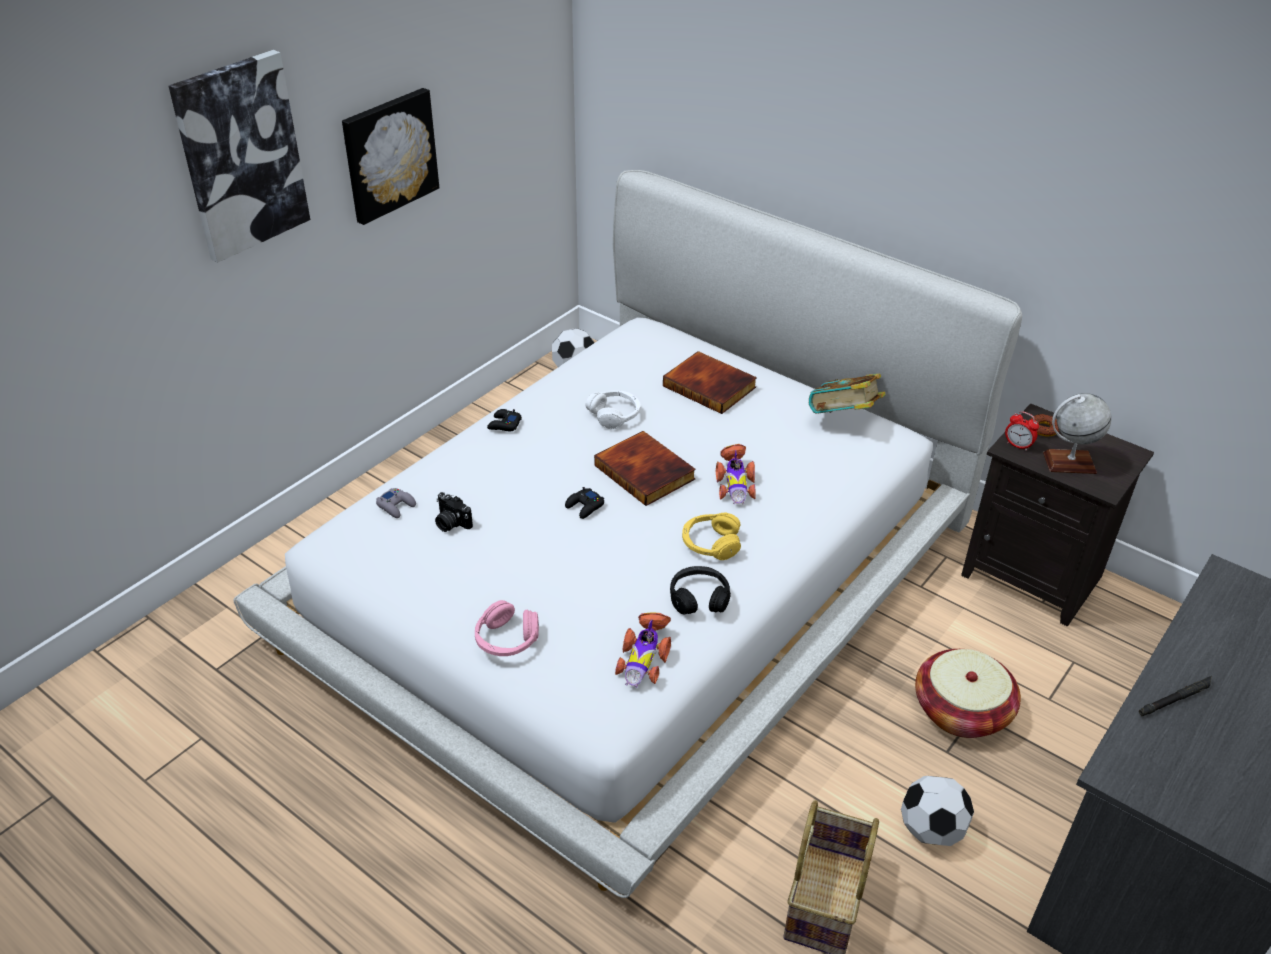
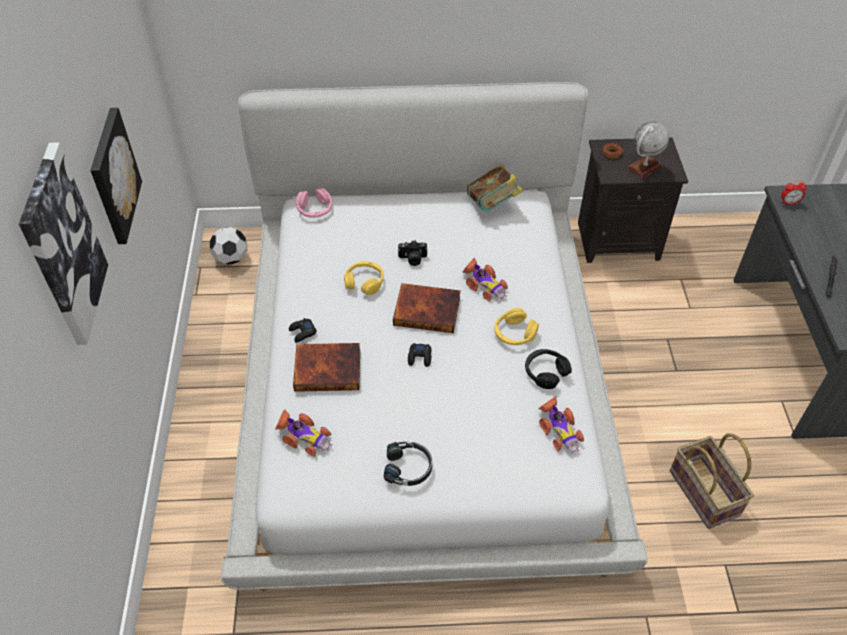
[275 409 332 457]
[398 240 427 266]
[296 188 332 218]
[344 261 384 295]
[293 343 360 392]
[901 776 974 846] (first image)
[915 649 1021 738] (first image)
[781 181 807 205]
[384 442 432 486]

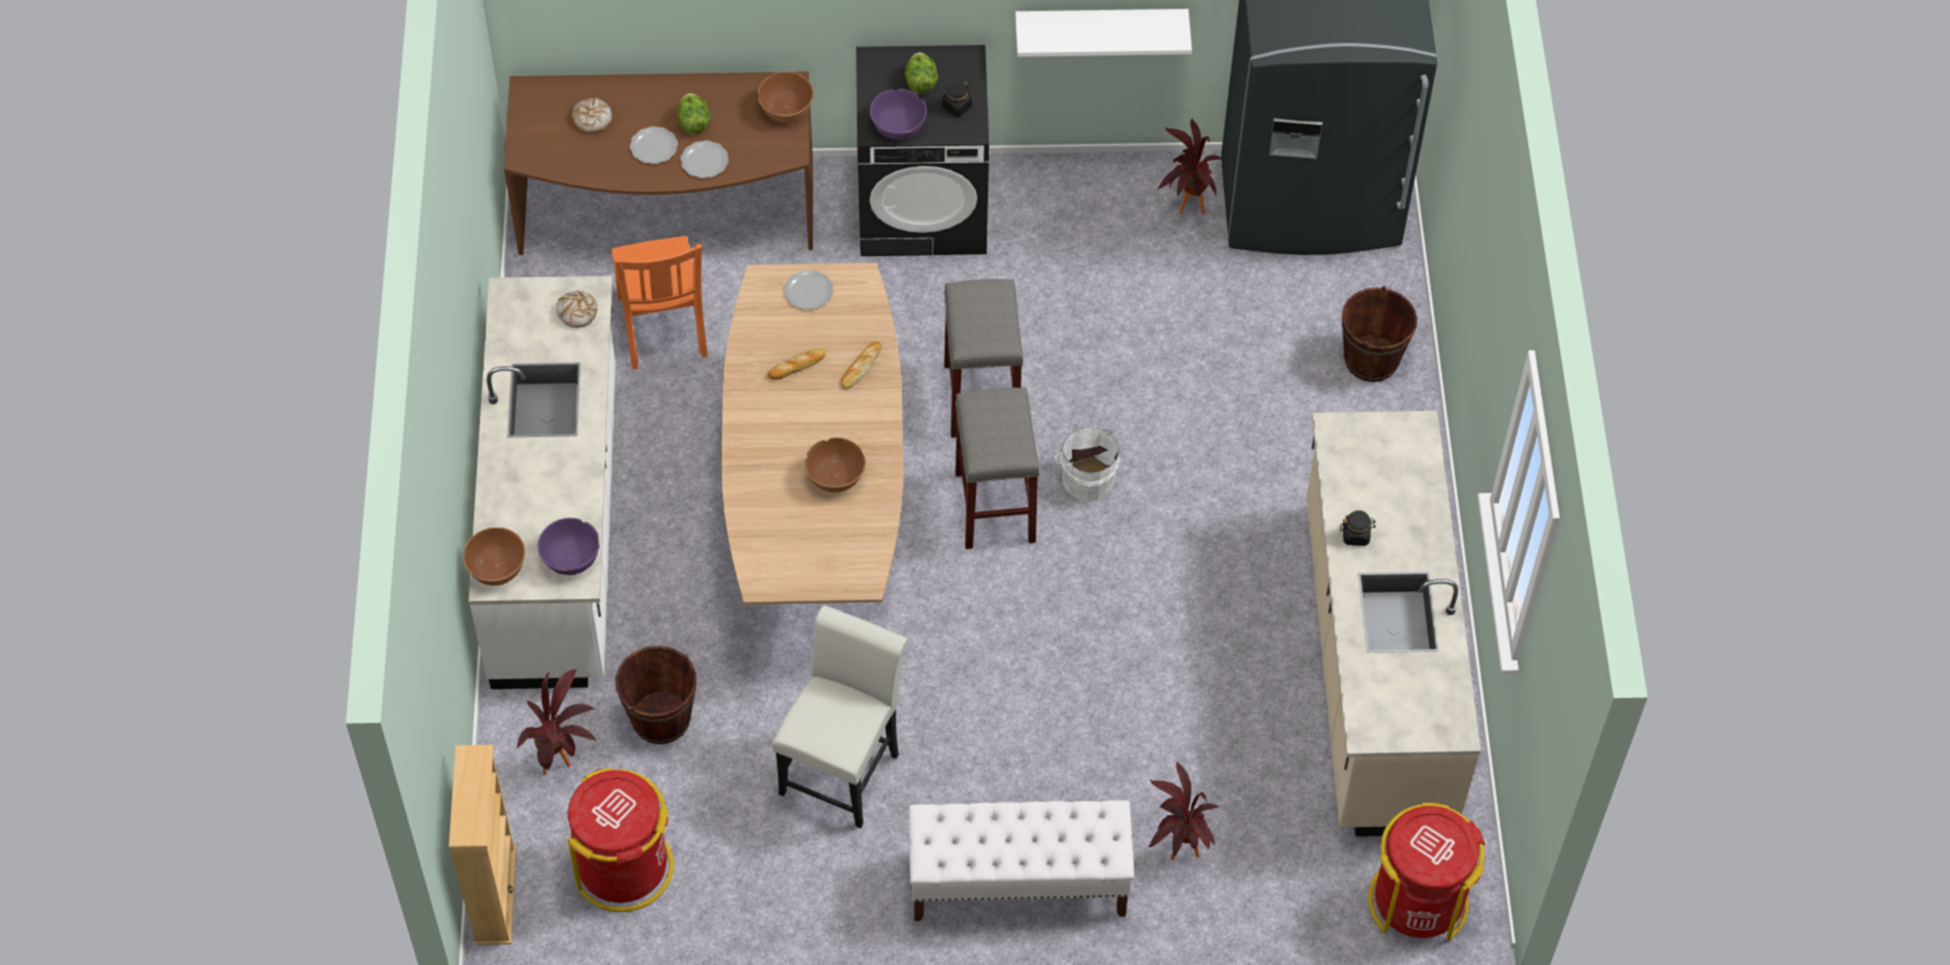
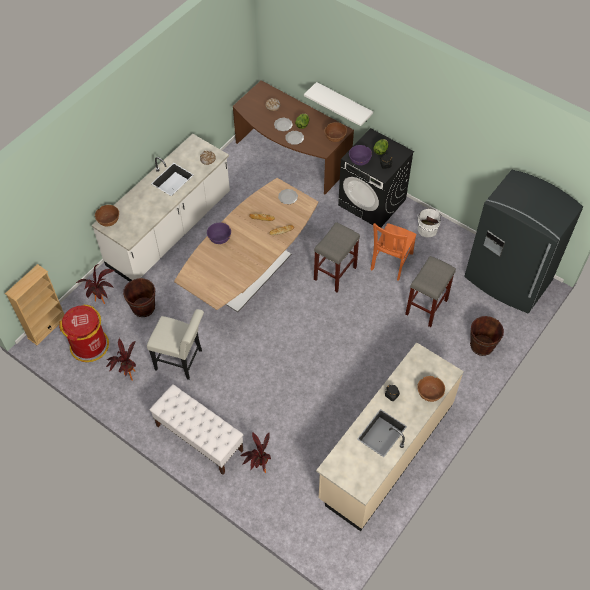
[207 223 231 244]
[370 223 416 281]
[147 309 204 380]
[417 376 445 402]
[405 256 456 327]
[304 82 373 126]
[417 208 442 238]
[106 338 136 381]
[1368 802 1485 940] (first image)

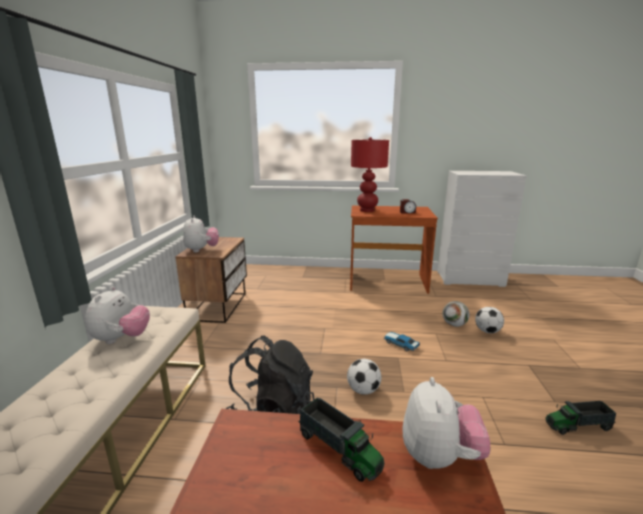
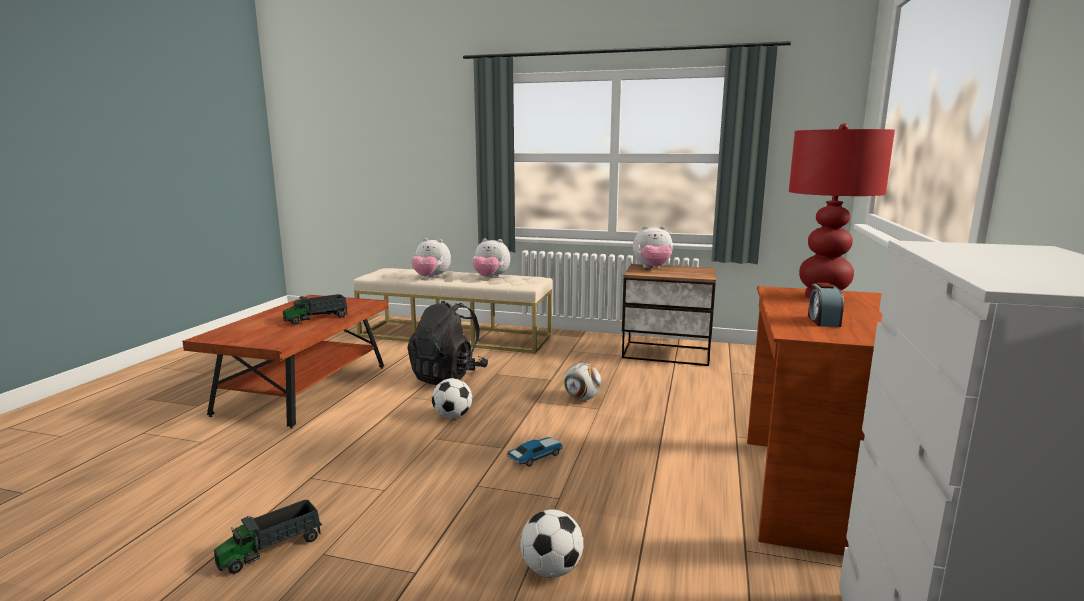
[411 238 451 278]
[564 363 601 400]
[214 500 322 574]

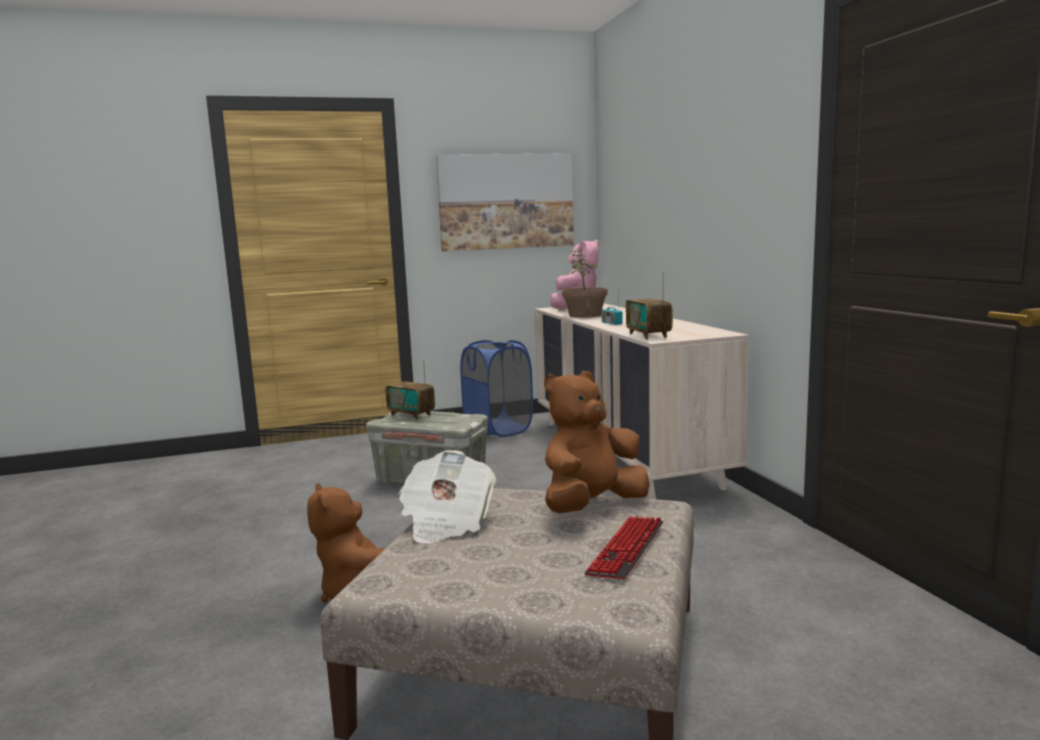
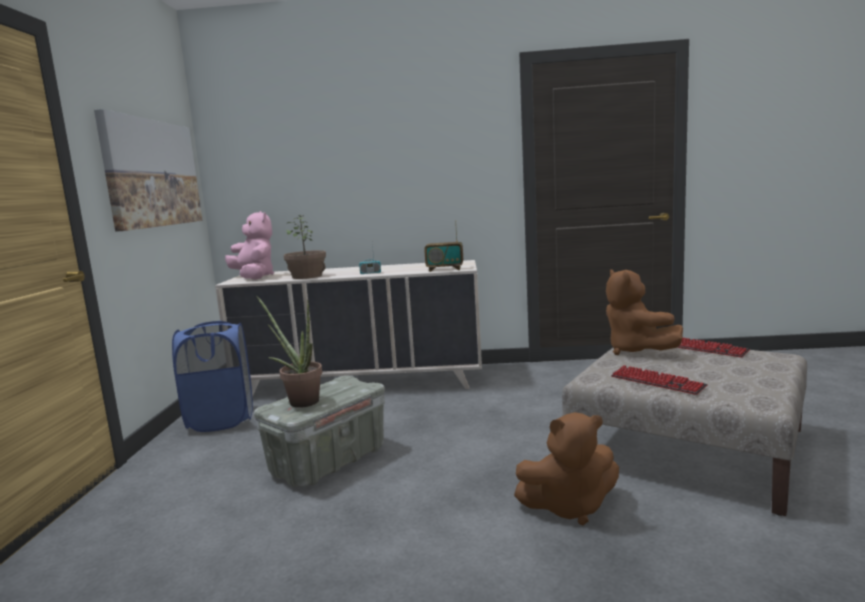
[256 295 322 408]
[611 365 708 395]

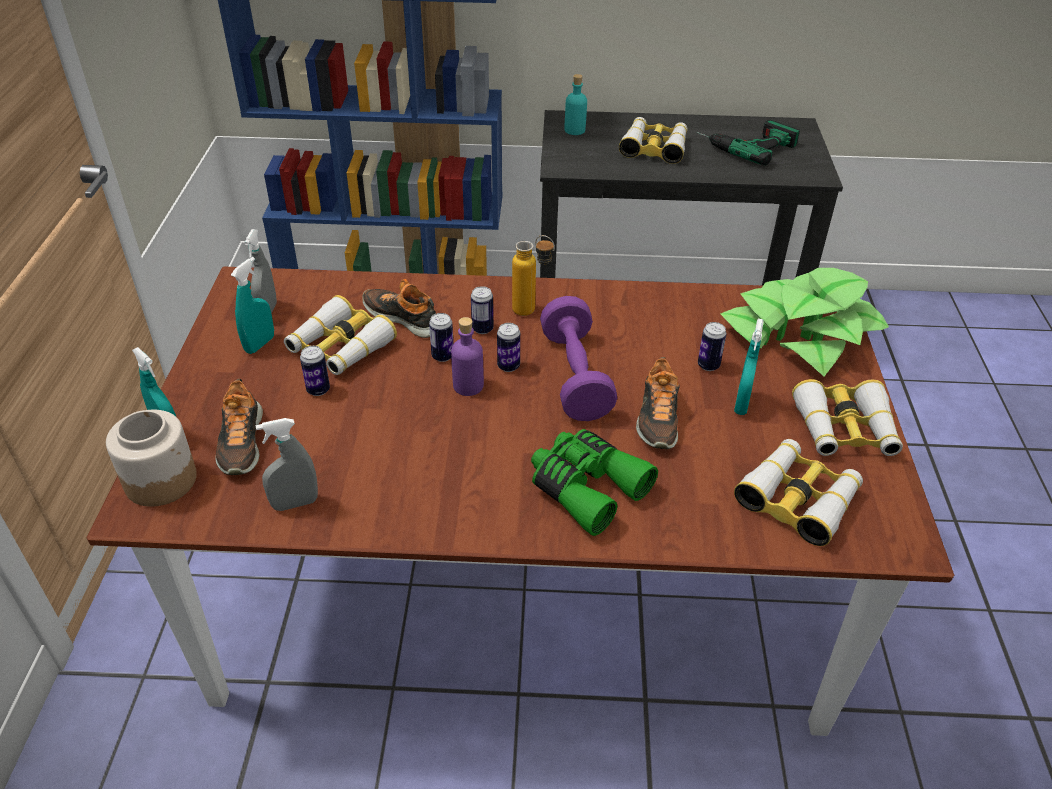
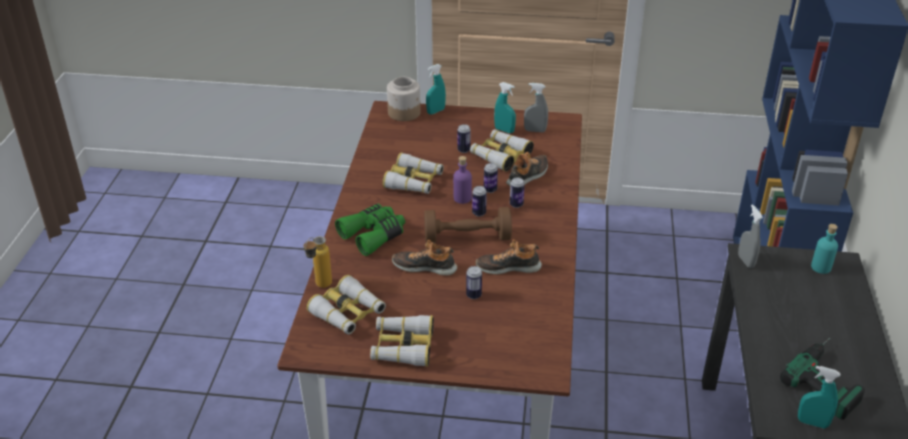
[476 239 542 274]
[738 204 763 268]
[304 236 332 288]
[424 207 512 243]
[383 152 444 194]
[721 268 889 376] (first image)
[798 366 841 429]

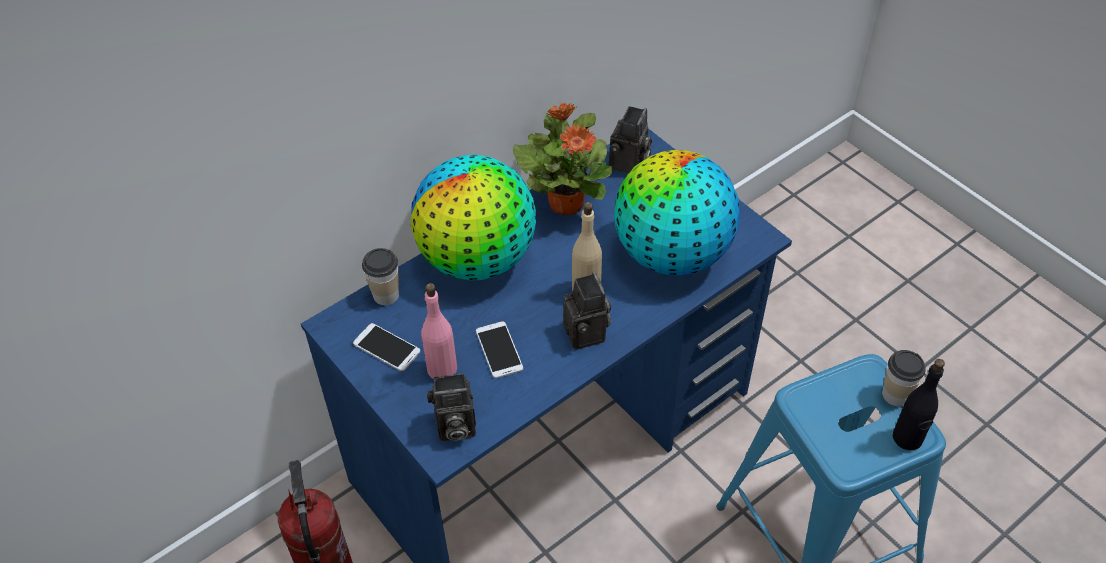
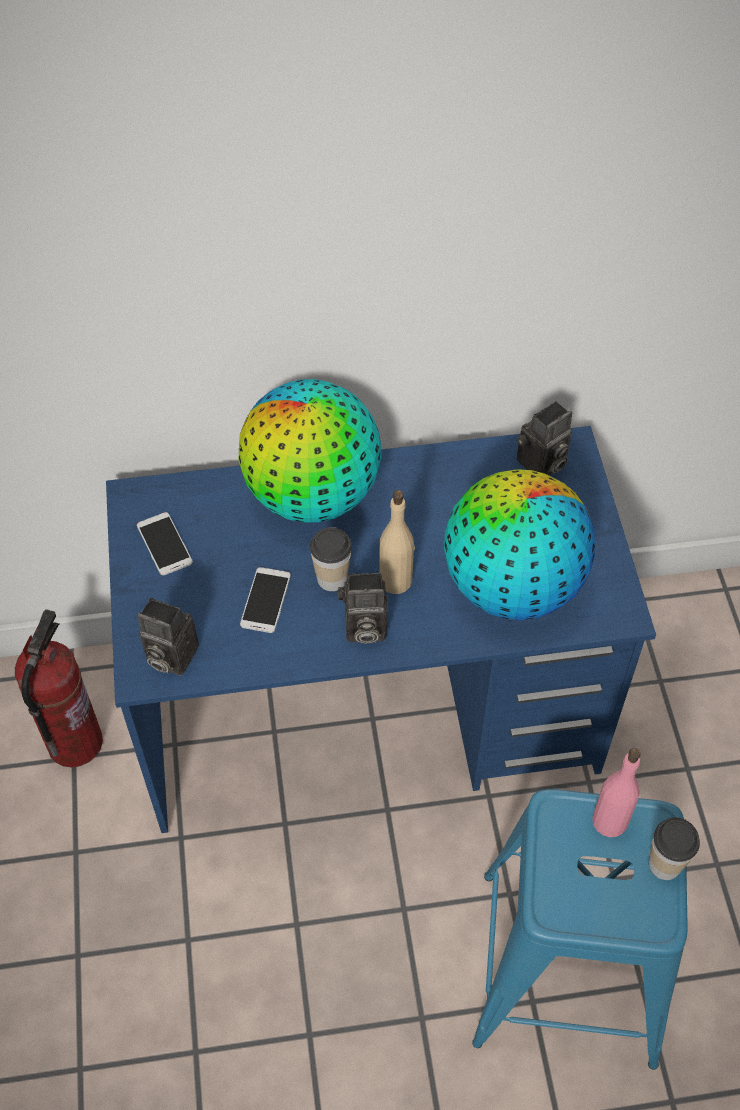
[310 527 352 591]
[592 748 641 837]
[513 103 612 215] (first image)
[338 573 388 643]
[893 359 945 450] (first image)

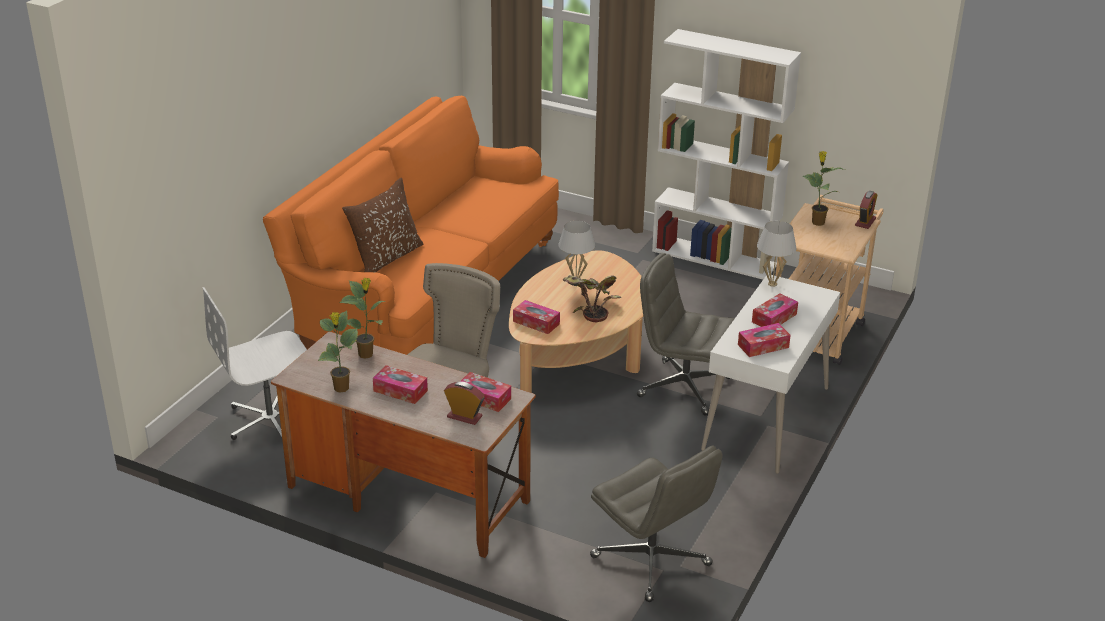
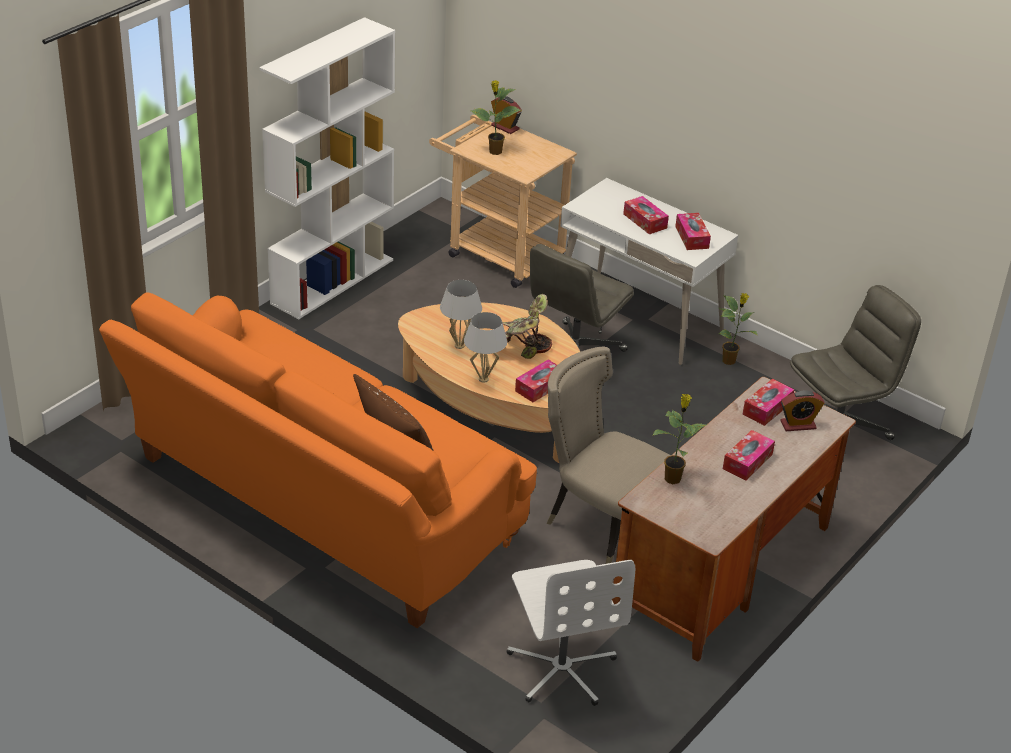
[719 293 758 365]
[780 390 825 431]
[464 312 507 383]

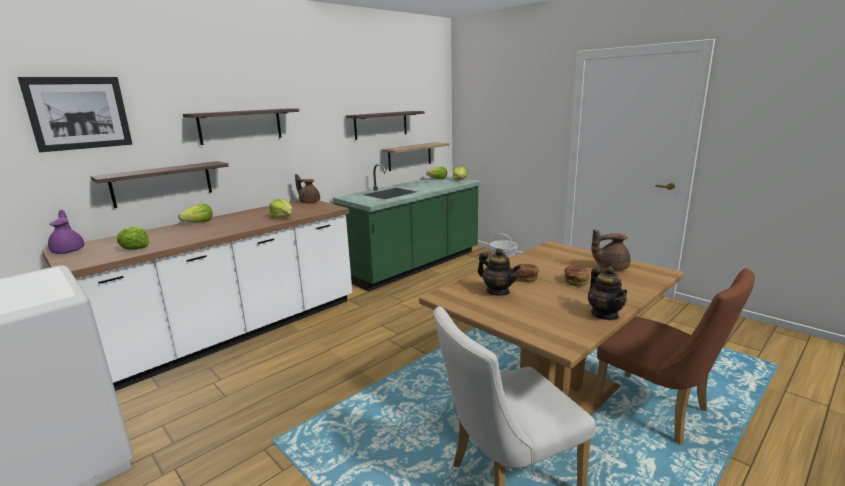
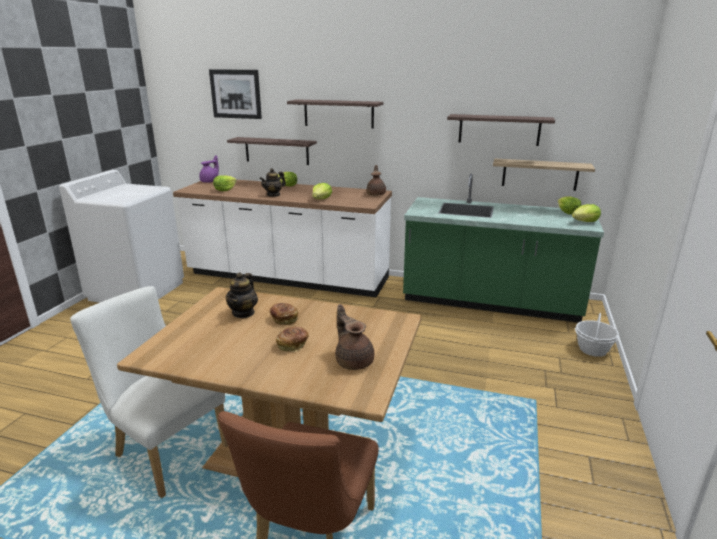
[259 168 286 197]

